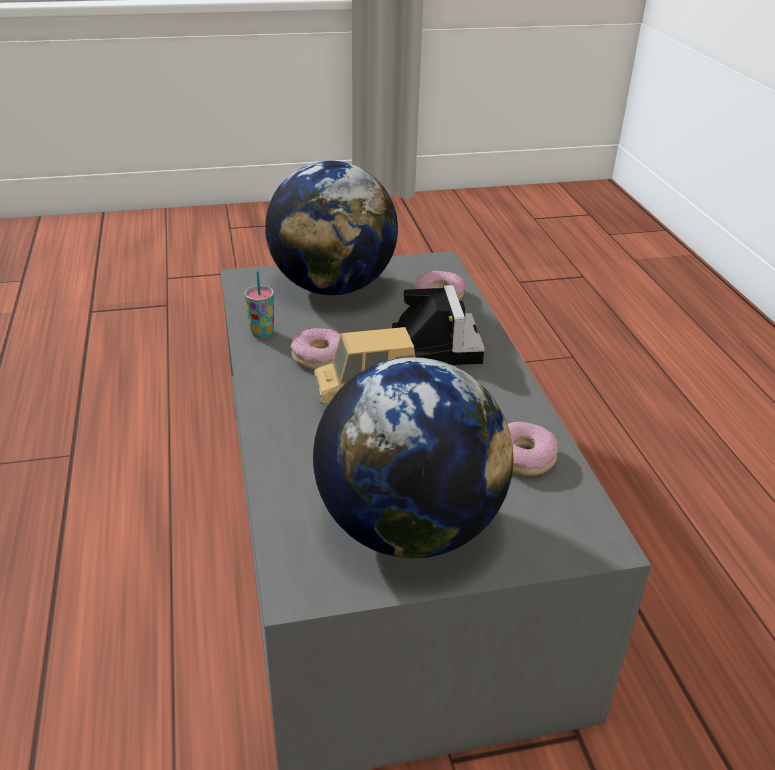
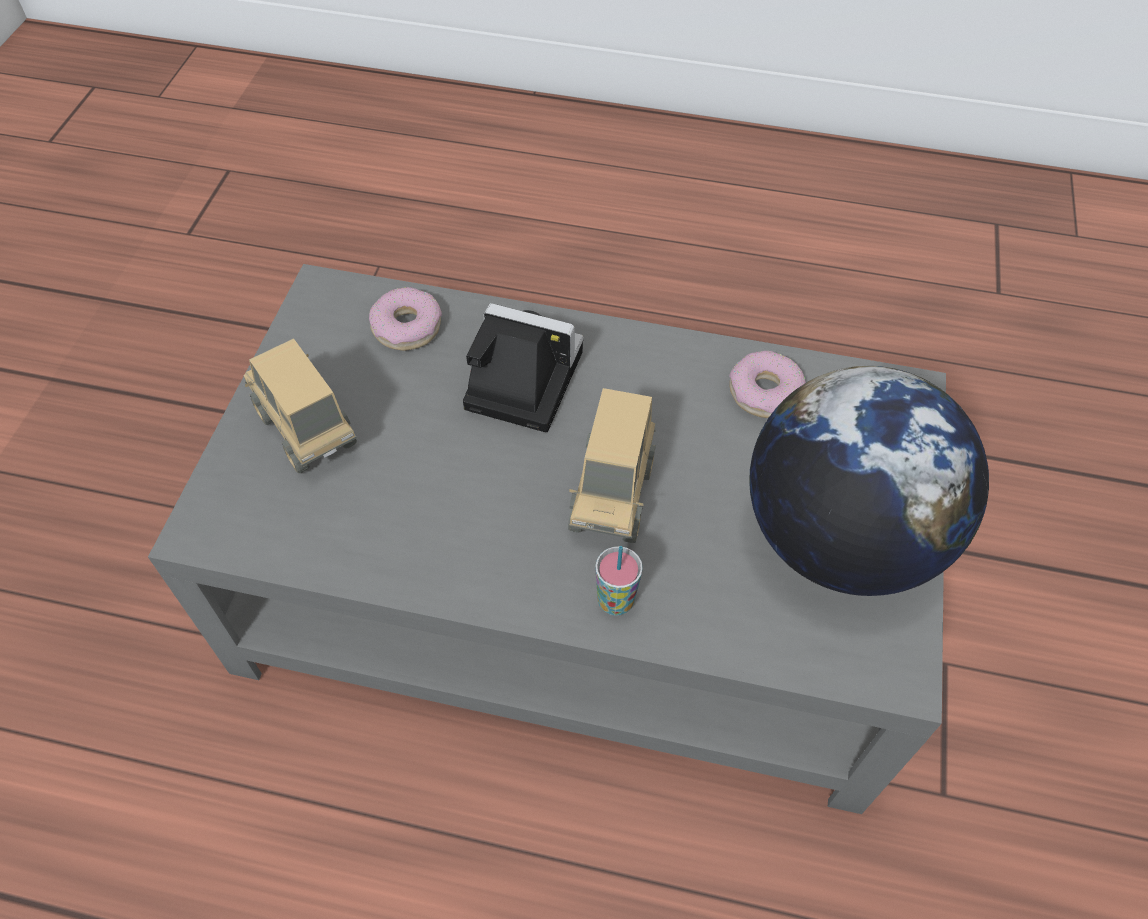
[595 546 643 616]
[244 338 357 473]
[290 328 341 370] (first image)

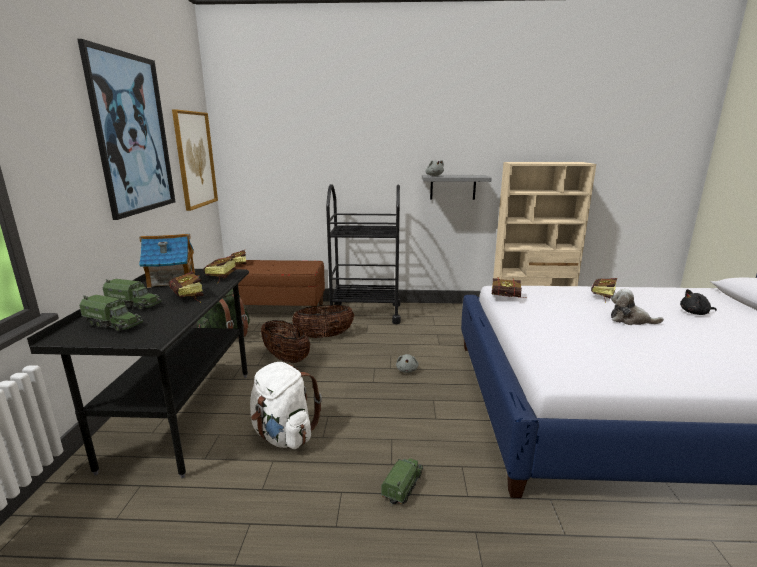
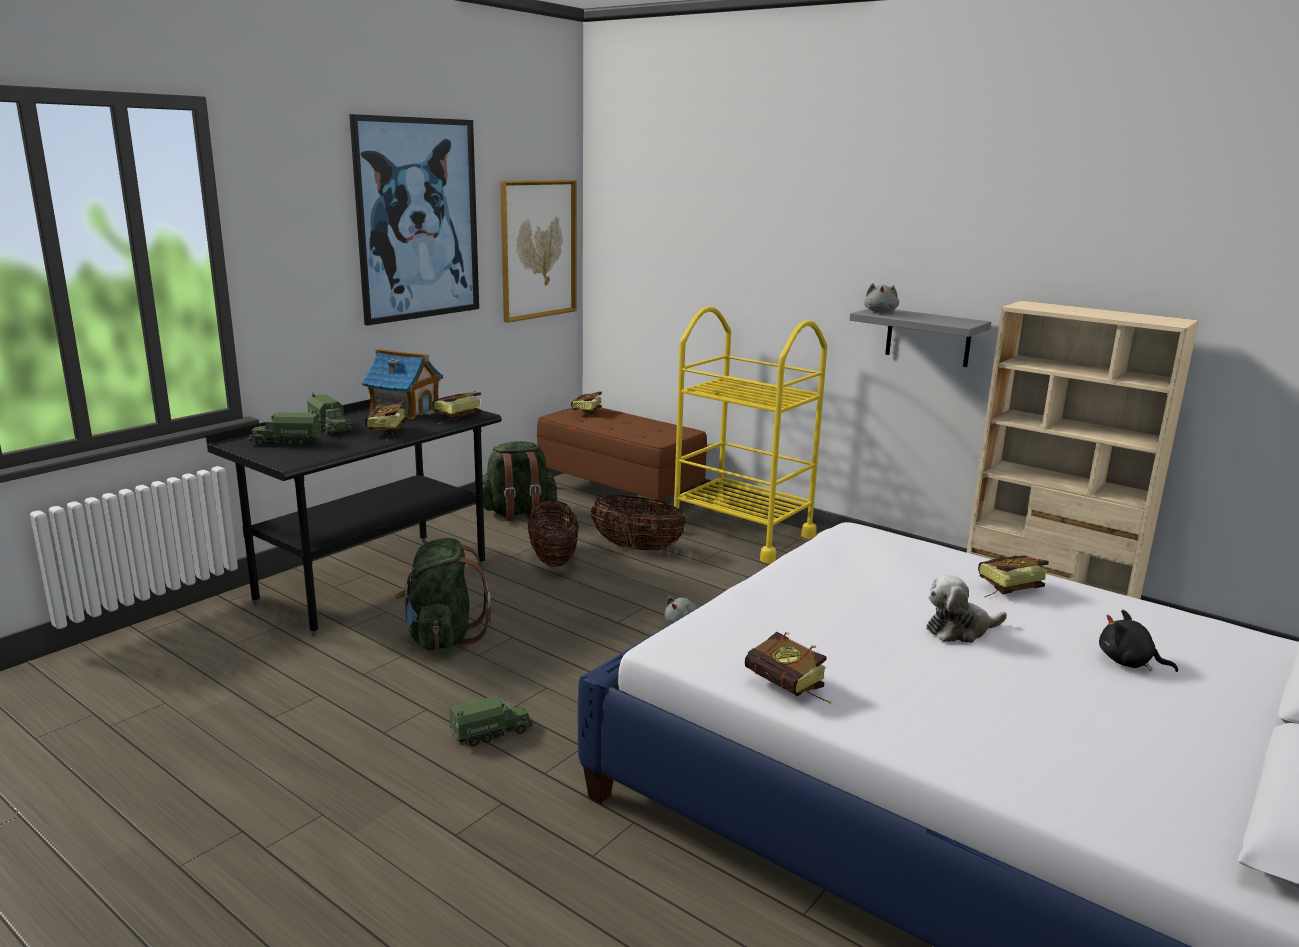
[248 409 322 446]
[395 538 491 650]
[674 307 827 564]
[745 632 831 704]
[926 575 1007 643]

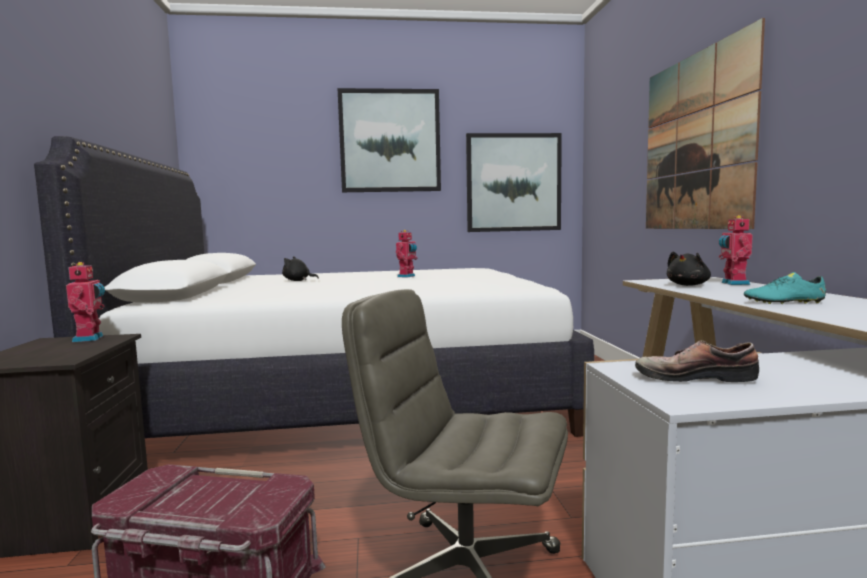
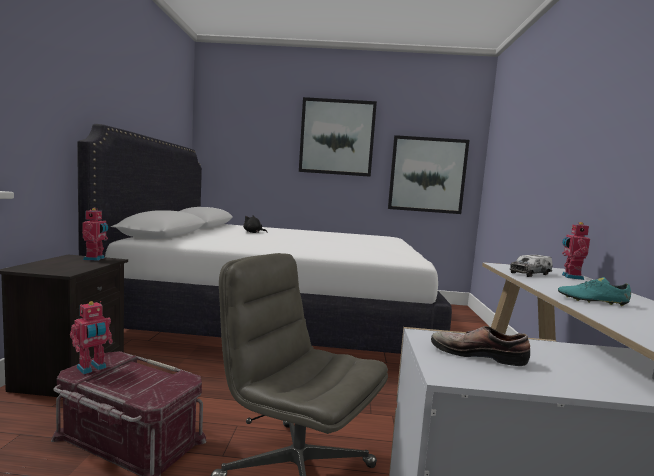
[70 301 113 375]
[646 18 765 229] (first image)
[510 255 553 277]

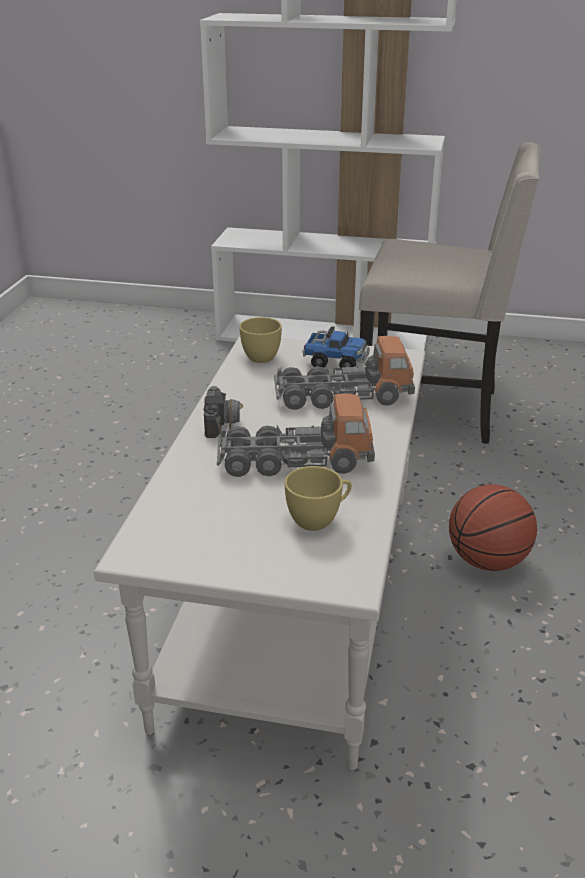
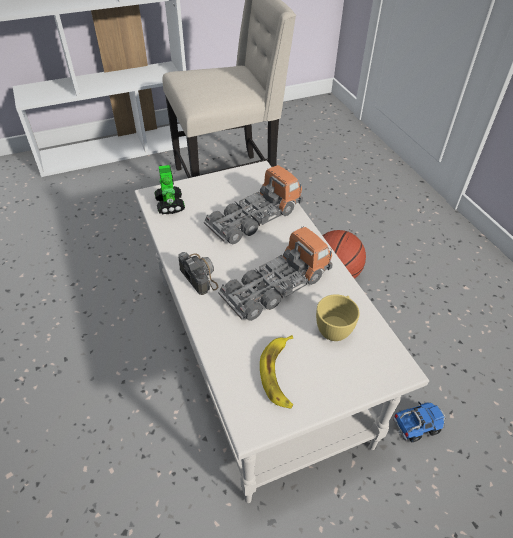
[155 165 185 215]
[393 402 445 442]
[260 335 293 408]

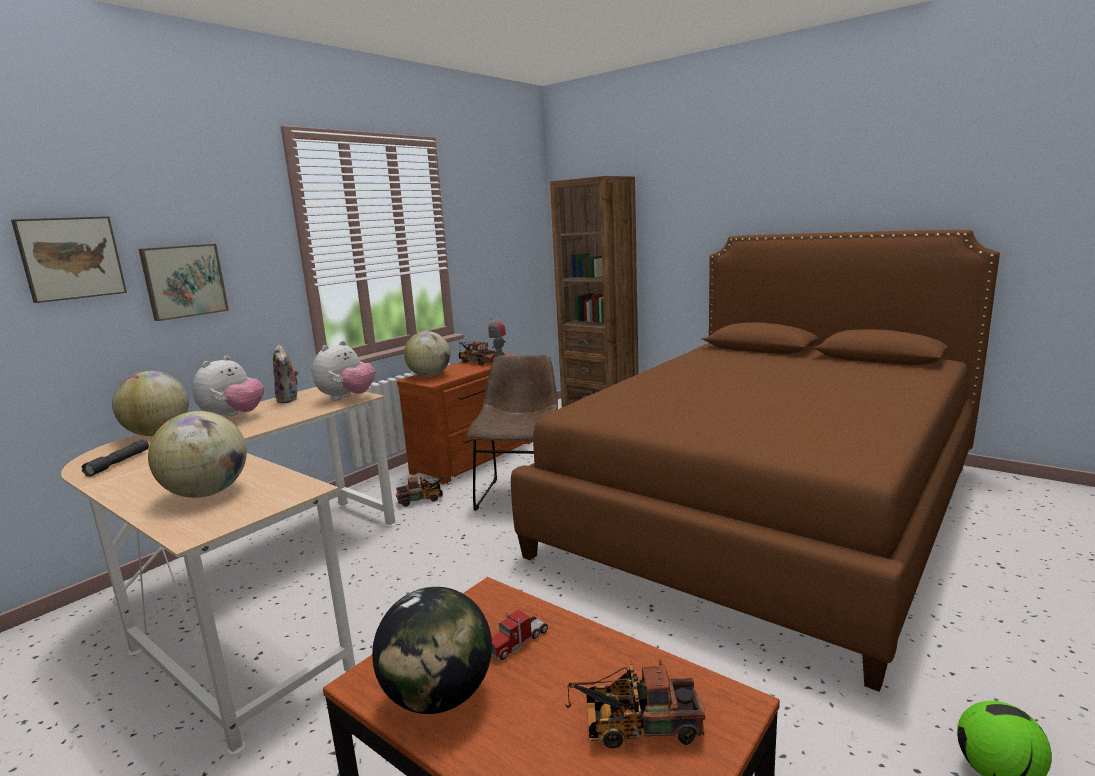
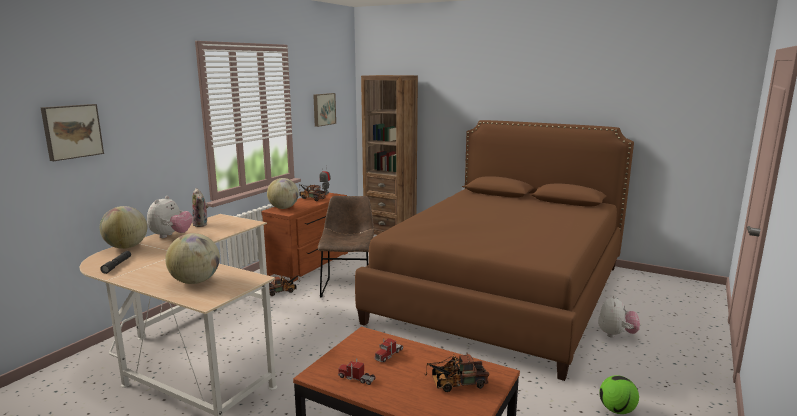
[313 93 336 127]
[598 295 640 338]
[338 358 376 385]

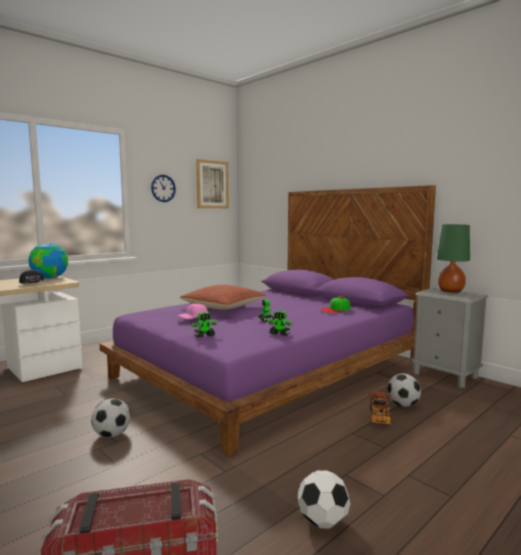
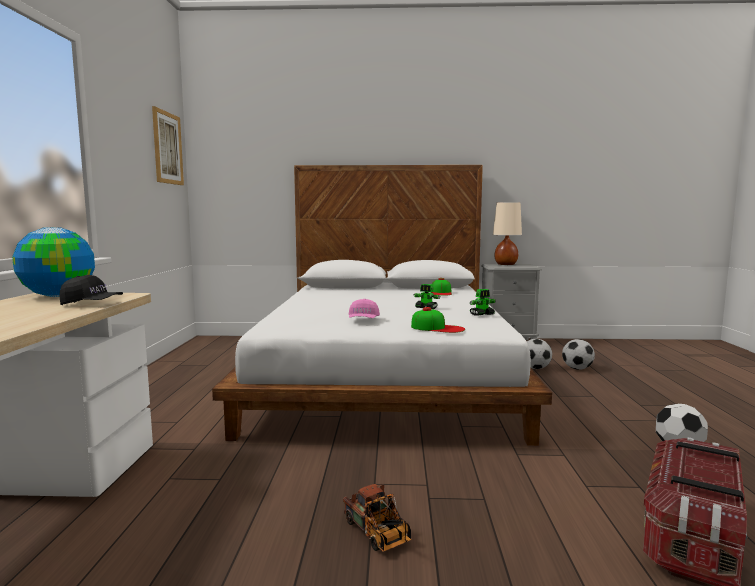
[562 339 595 370]
[212 165 552 446]
[151 175 176 202] (first image)
[180 285 266 310] (first image)
[411 307 465 333]
[343 484 412 552]
[493 202 522 265]

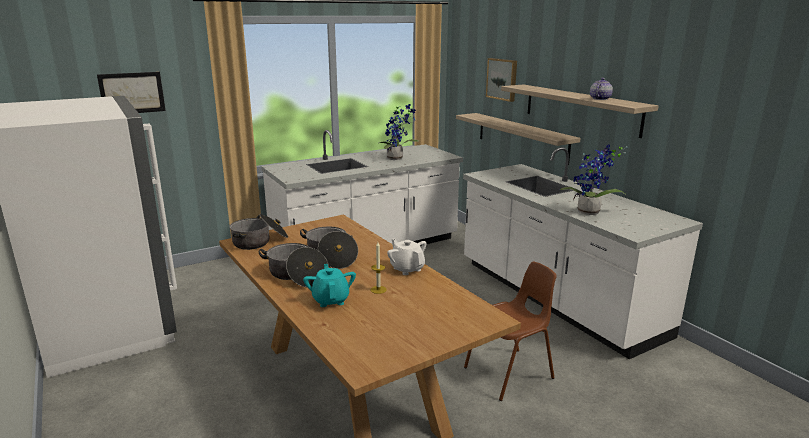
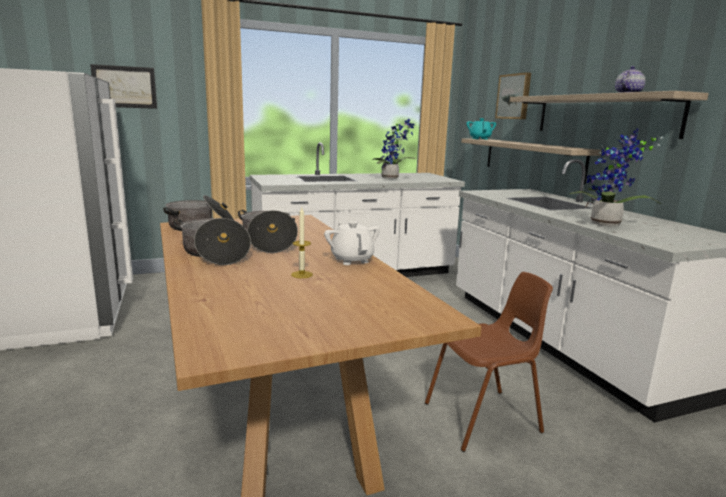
[466 118 496 140]

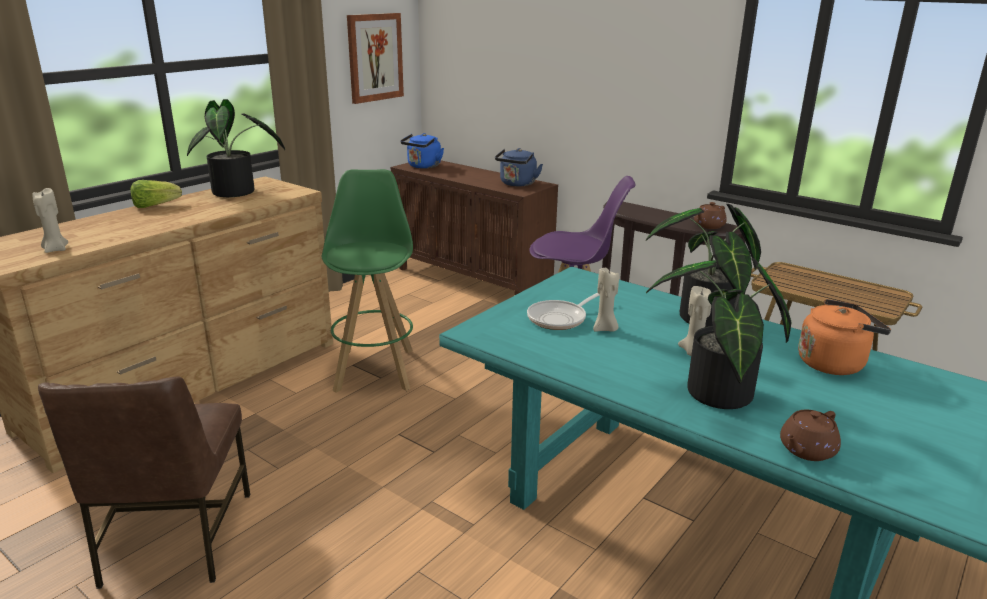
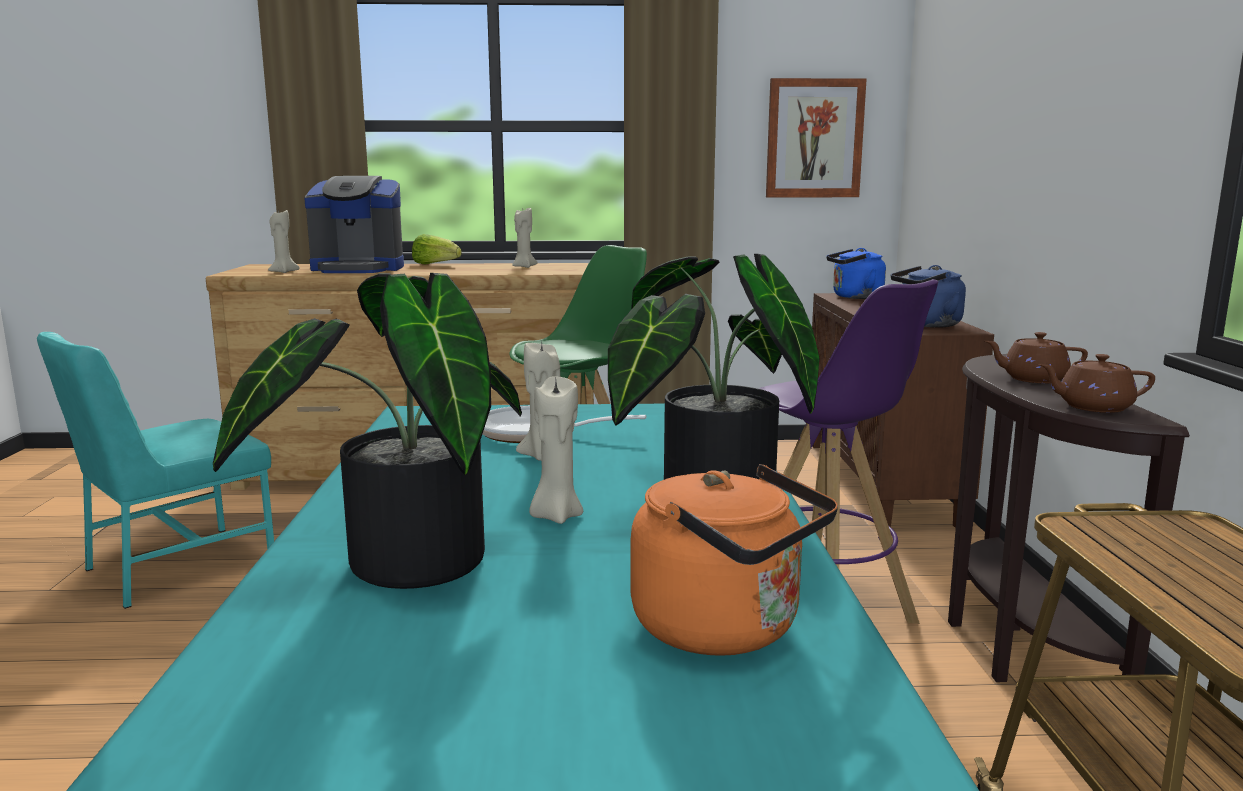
[37 332 274 609]
[512 208 537 268]
[985 332 1088 383]
[304 176 404 273]

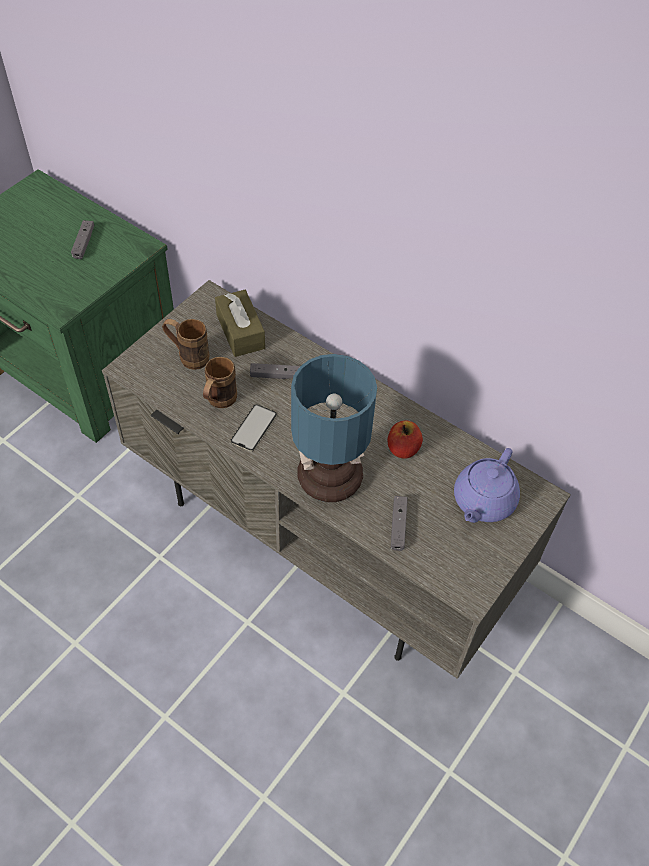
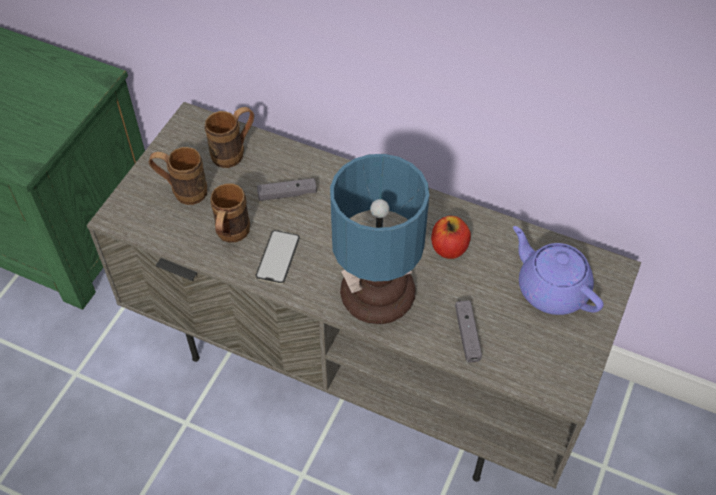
[71 220 94 259] (first image)
[205 107 254 168]
[513 226 604 315]

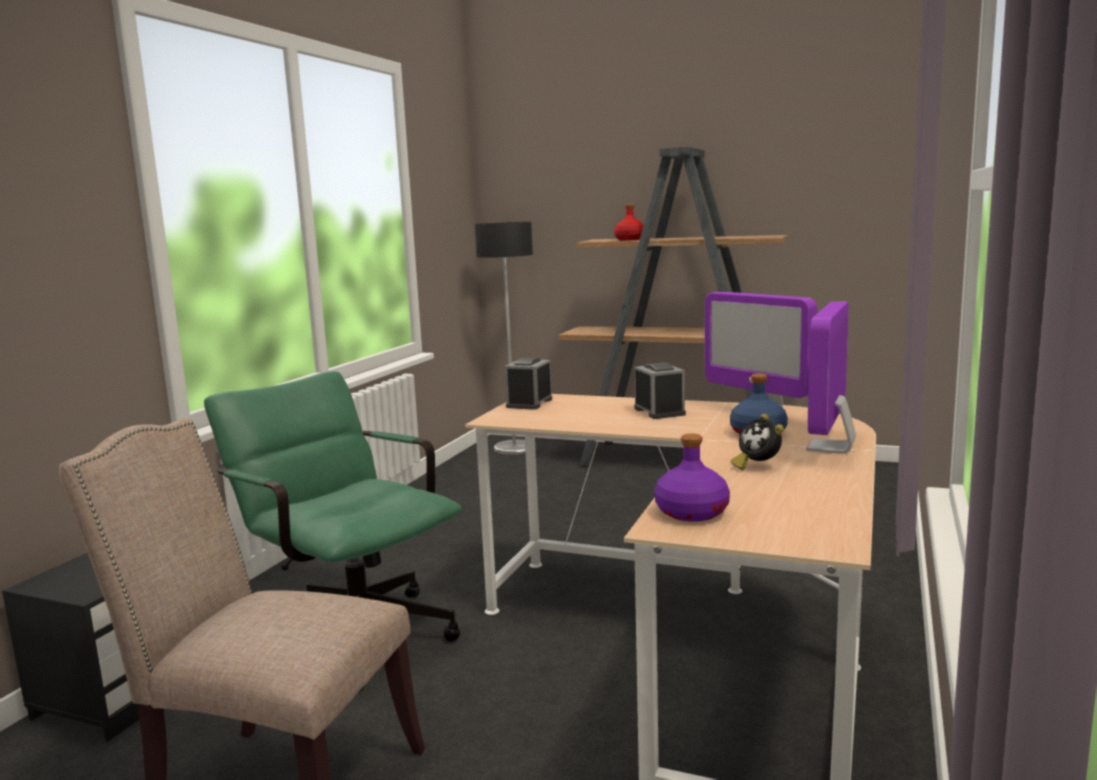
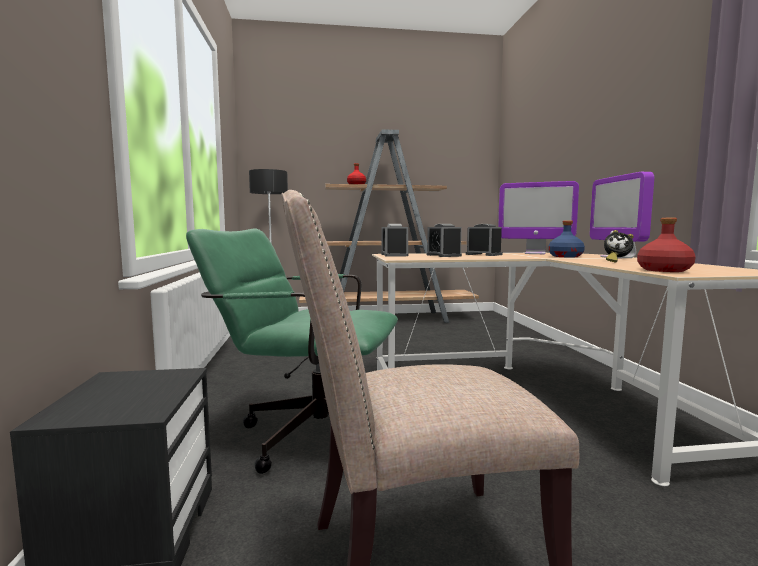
[637 218 696 272]
[427 224 462 257]

